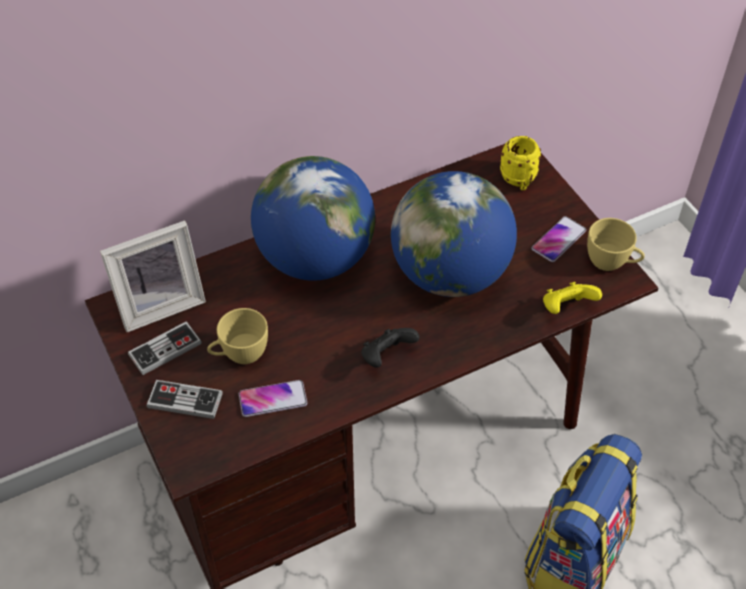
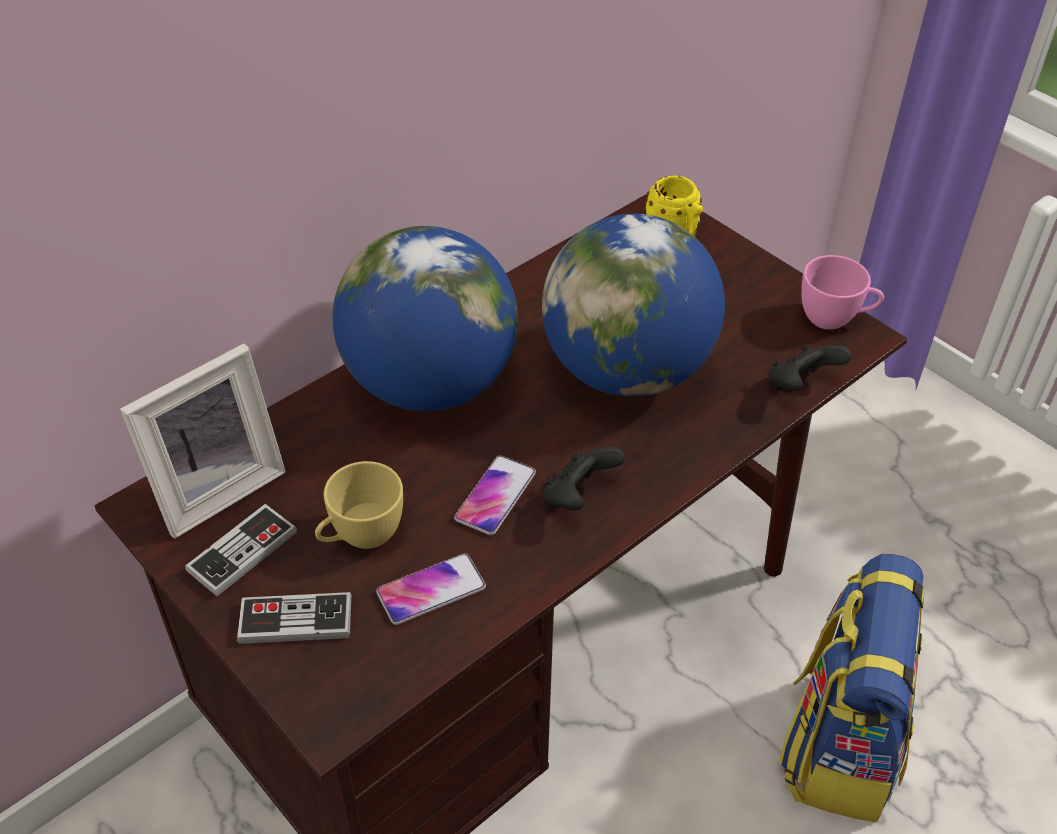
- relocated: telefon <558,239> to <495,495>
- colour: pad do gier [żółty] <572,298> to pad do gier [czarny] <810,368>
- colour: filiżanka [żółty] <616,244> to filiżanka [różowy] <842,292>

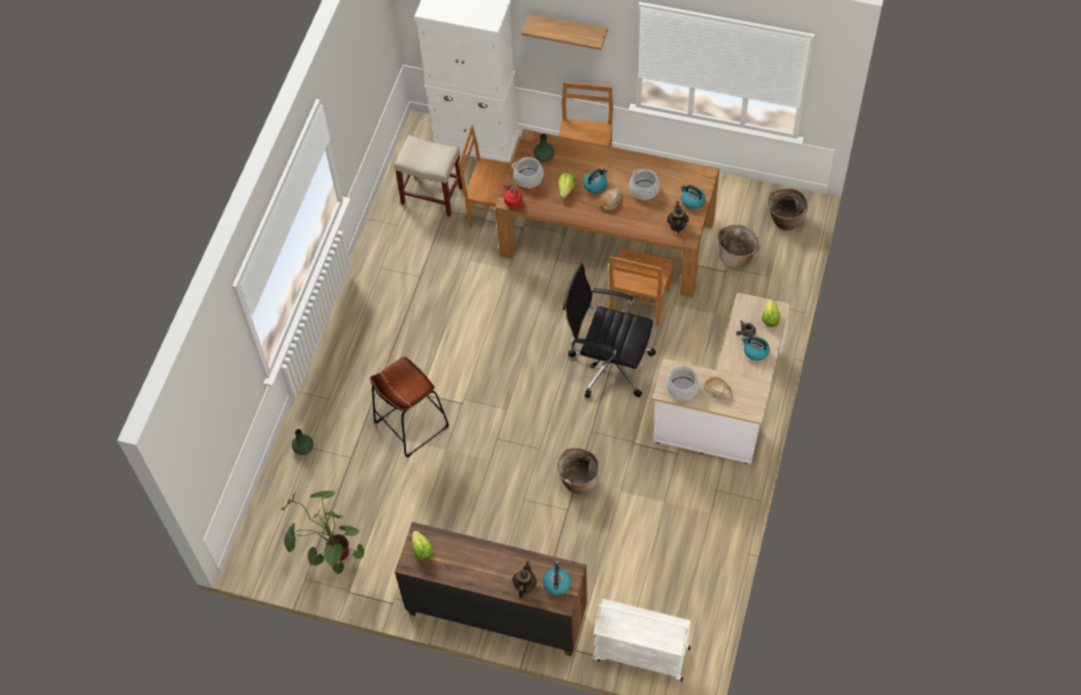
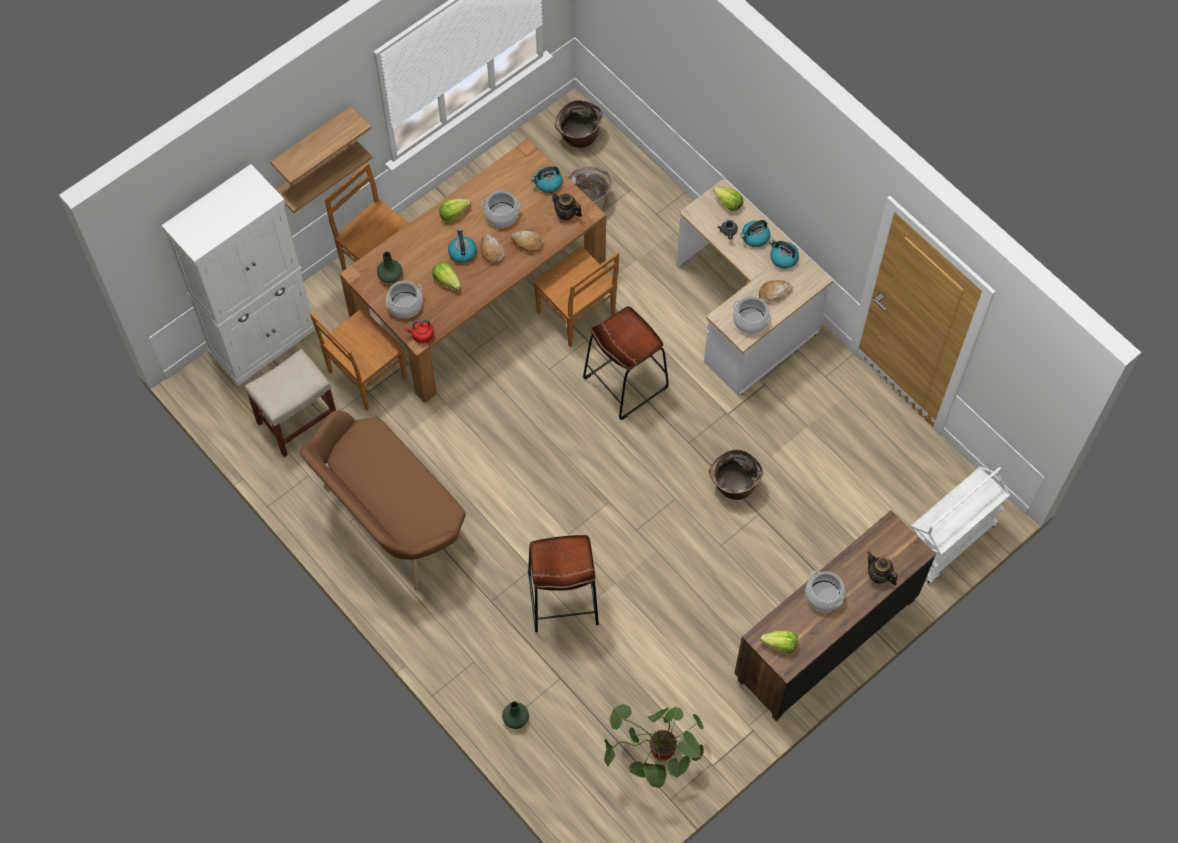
- relocated: czajnik <557,578> to <784,254>
- exchanged: krzesło biurowe [czarny] <609,330> to stołek [brązowy] <626,363>
- appeared: półka <323,176>
- appeared: ławka [brązowy] <387,500>
- appeared: sałata <455,210>
- appeared: chleb <527,241>
- appeared: garnek <825,591>

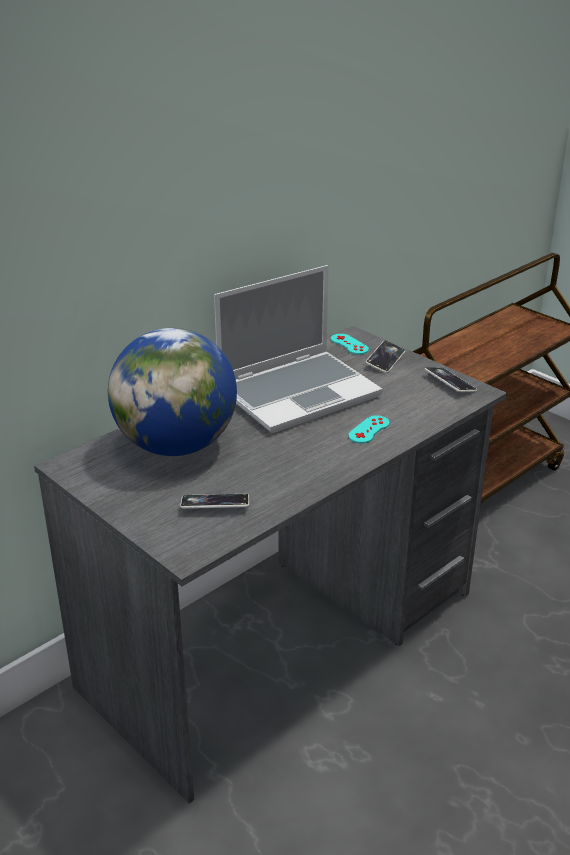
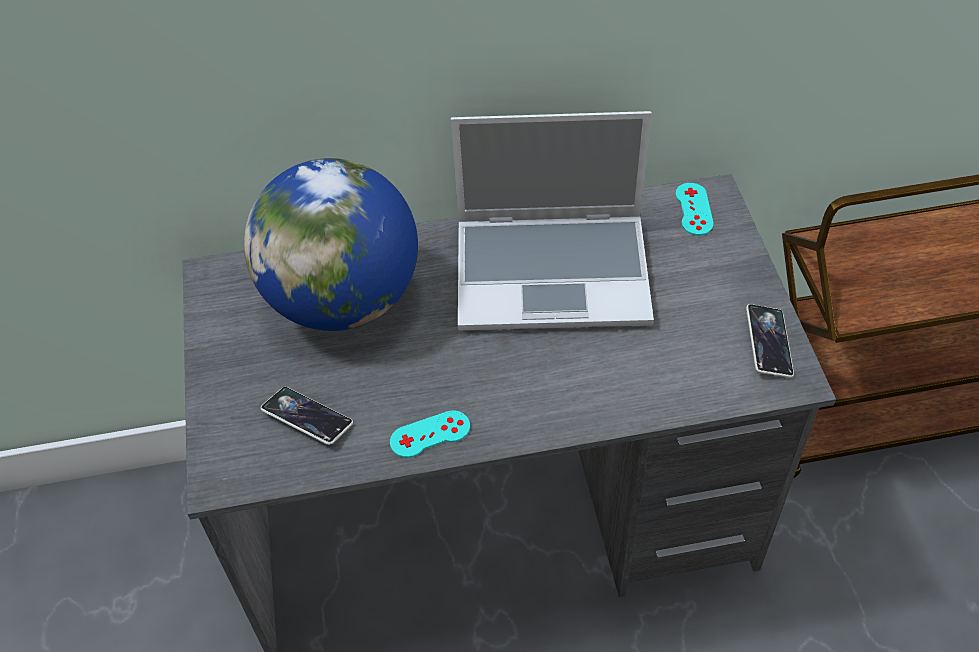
- relocated: pad do gier [turkusowy] <369,429> to <430,434>
- missing: telefon <385,357>

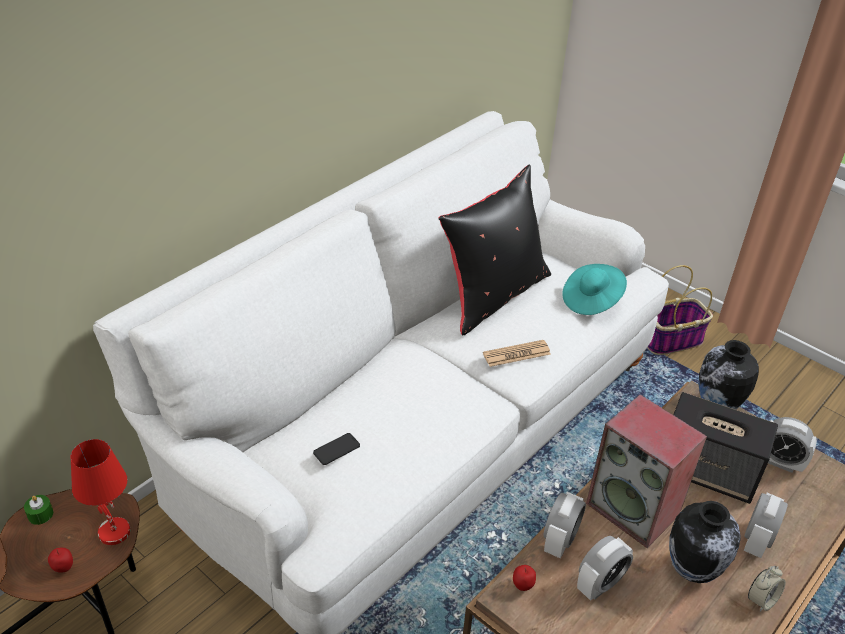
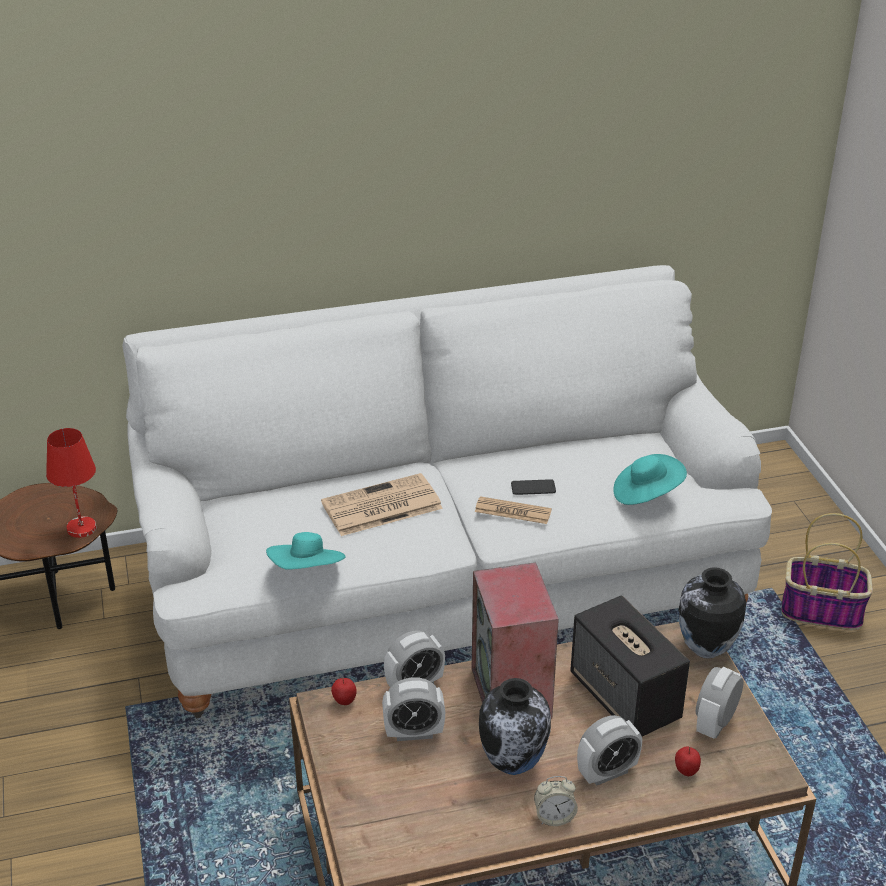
- missing: świeca [zielony] <38,510>
- relocated: jabłko <60,560> to <688,761>
- relocated: telefon <336,449> to <533,487>
- missing: poduszka [czarny] <494,250>
- spun: budzik <792,445> = <720,703> 60 degrees clockwise
- appeared: kapelusz [turkusowy] <305,551>
- appeared: gazeta <382,504>

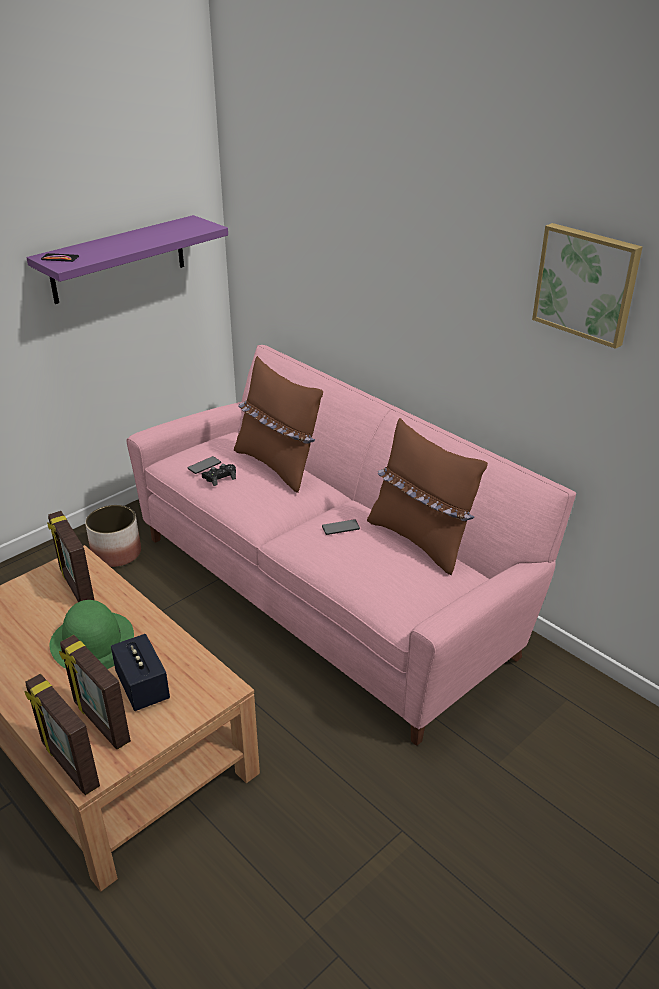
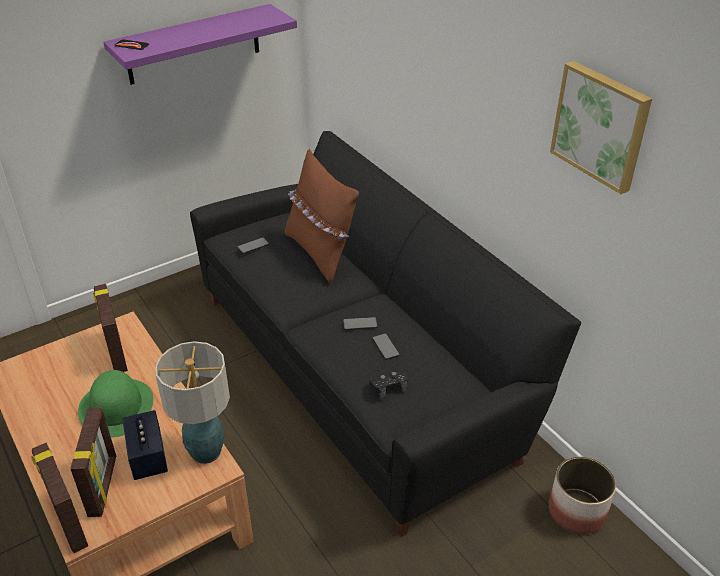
- spun: ramka na zdjęcie <95,692> = <93,462> 150 degrees counterclockwise
- relocated: donica <113,536> to <582,495>
- colour: kanapa [różowy] <351,545> to kanapa [czarny] <385,334>
- relocated: pad do gier [czarny] <219,475> to <388,384>
- missing: poduszka [brązowy] <427,496>
- appeared: lampa stołowa <192,402>
- appeared: telefon <386,346>

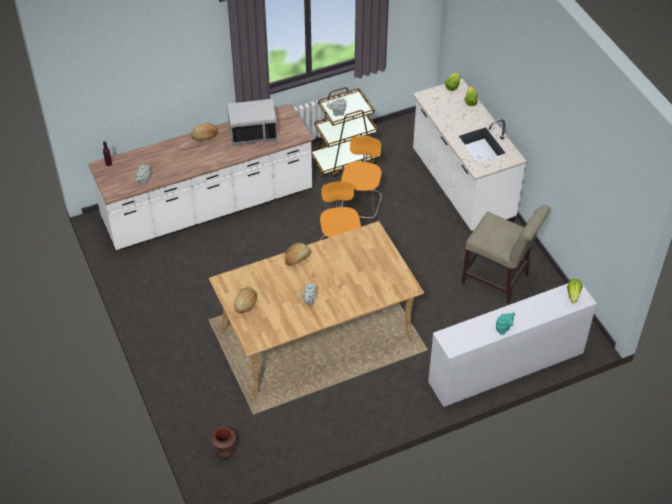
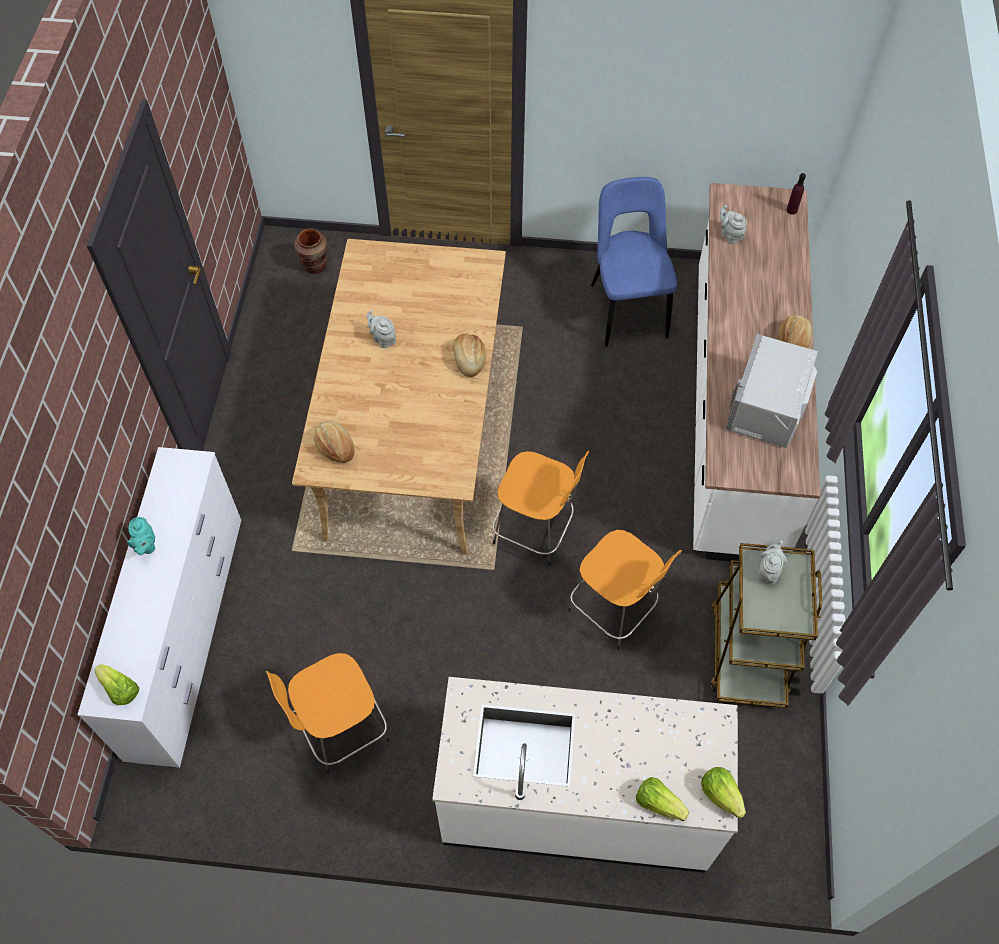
- relocated: chleb <245,300> to <334,442>
- exchanged: krzesło [beżowy] <506,254> to stołek [pomarańczowy] <328,713>
- appeared: krzesło [niebieski] <634,262>

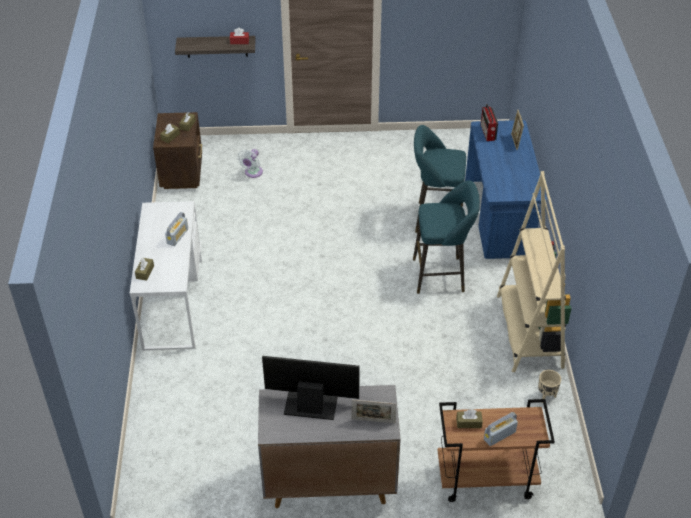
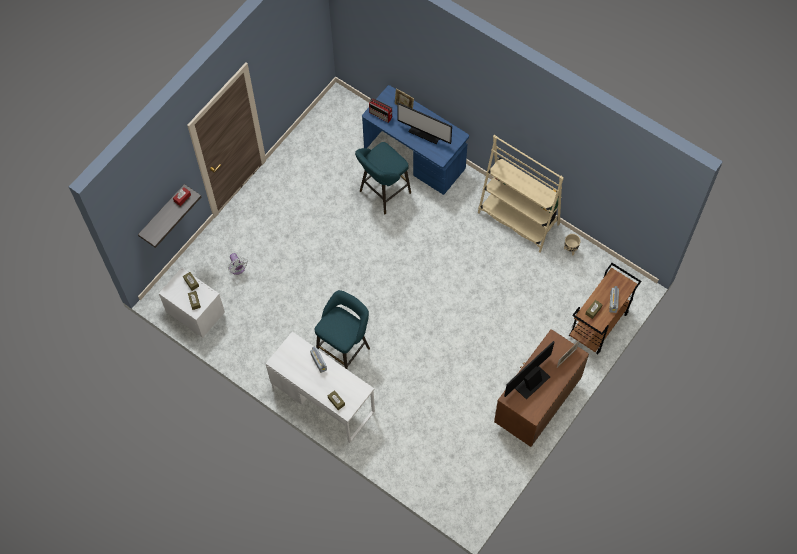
- colour: szafka nocna [brązowy] <177,150> to szafka nocna [biały] <192,303>
- colour: szafka [szary] <329,446> to szafka [brązowy] <541,388>
- relocated: stołek [turkusowy] <446,237> to <342,330>
- appeared: monitor <425,123>

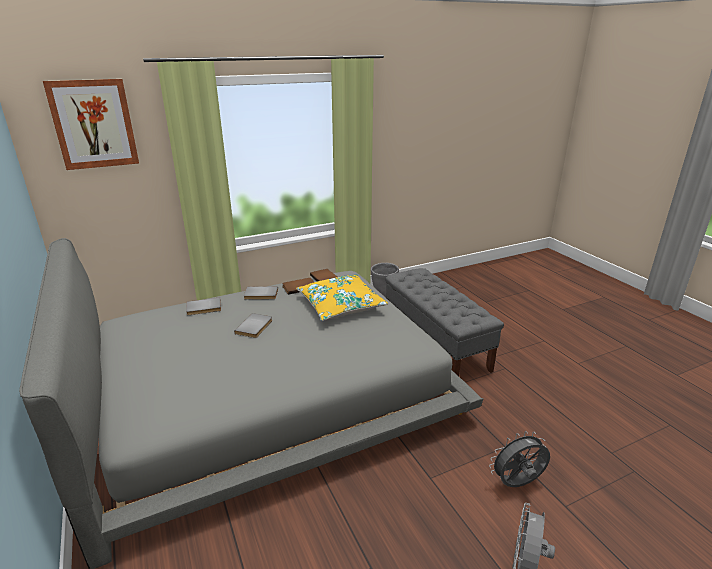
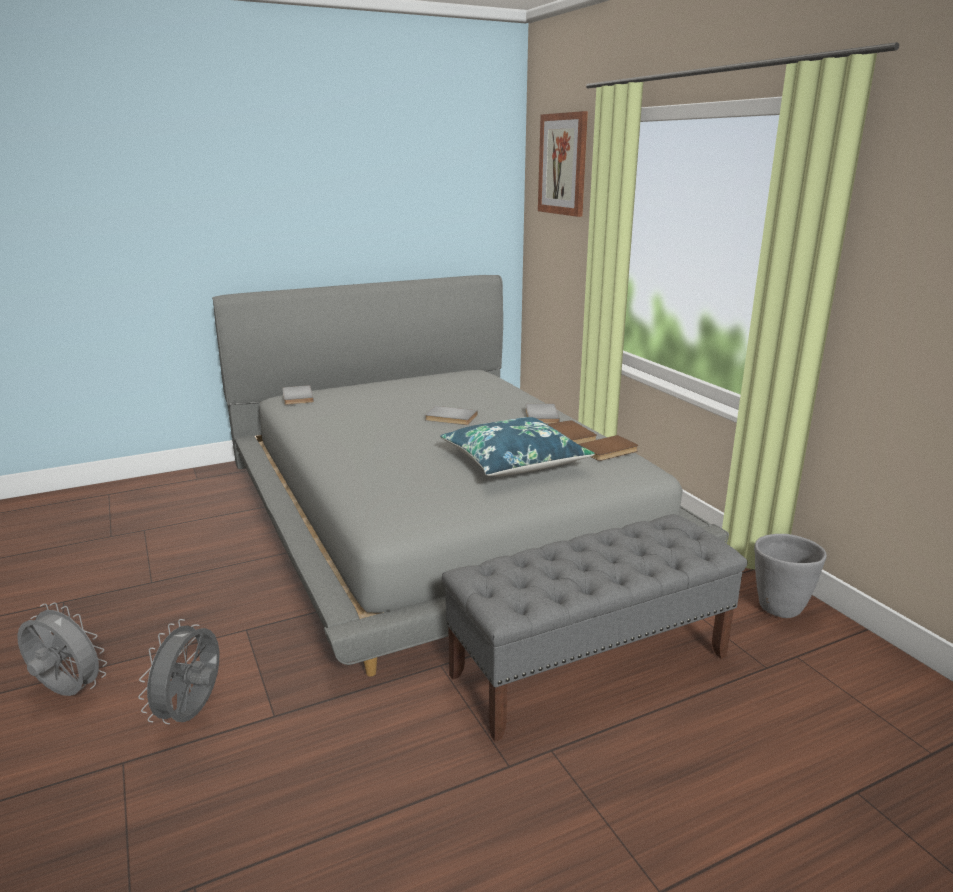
- relocated: książka [szary] <203,306> to <298,395>
- colour: poduszka [żółty] <342,297> to poduszka [niebieski] <517,447>
- spun: wentylator [szary] <519,459> = <178,672> 150 degrees counterclockwise

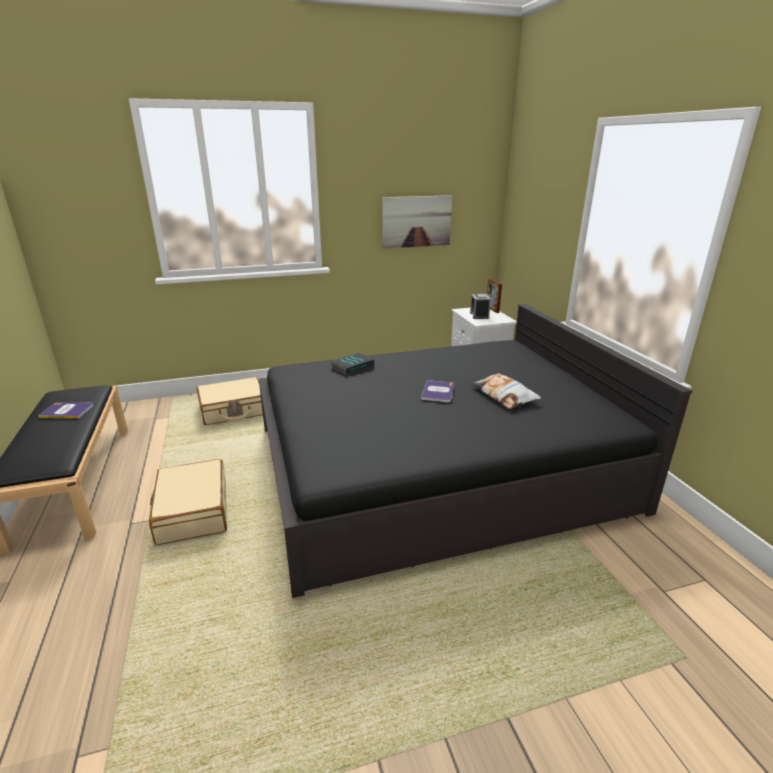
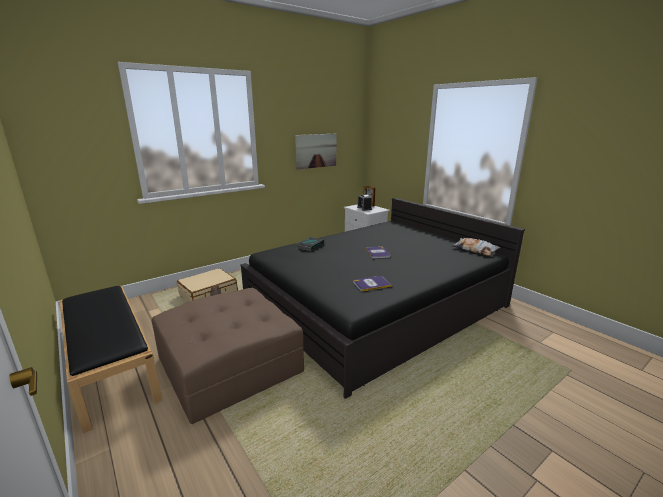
- relocated: książka <65,410> to <372,284>
- exchanged: walizka [beżowy] <188,502> to pufa [brązowy] <228,356>
- relocated: poduszka <506,391> to <476,247>

